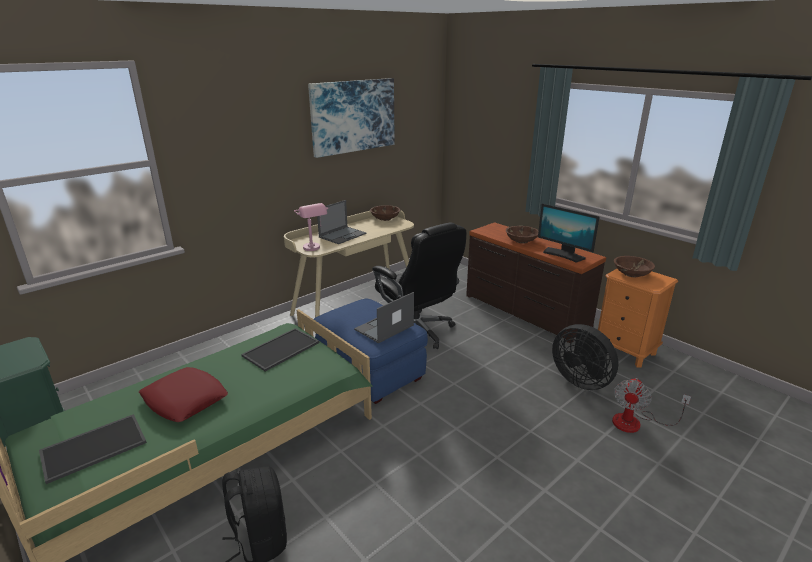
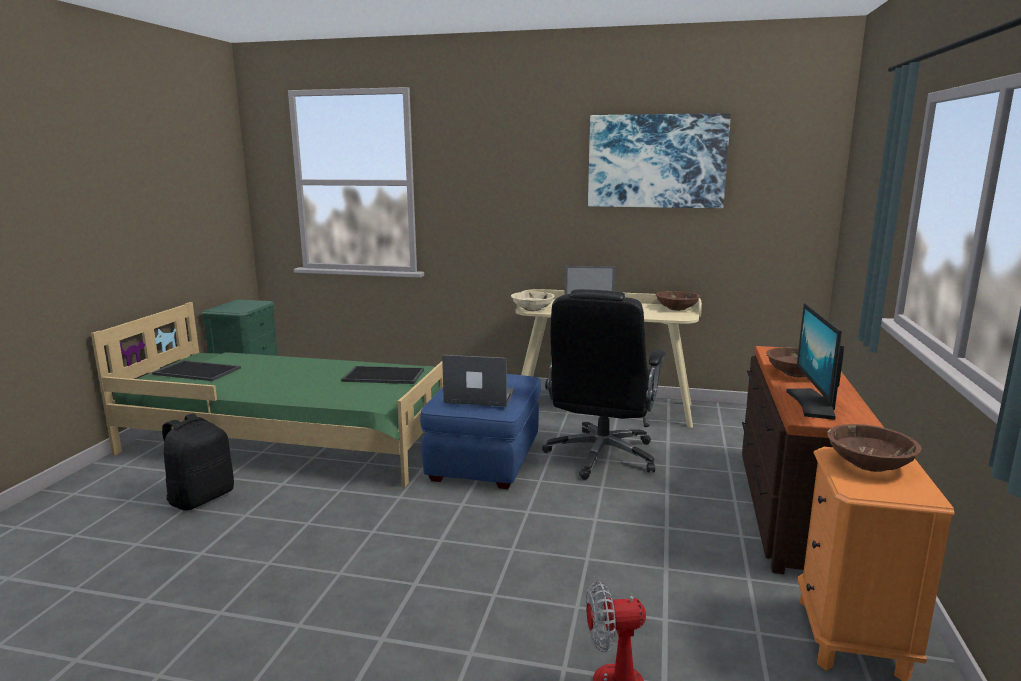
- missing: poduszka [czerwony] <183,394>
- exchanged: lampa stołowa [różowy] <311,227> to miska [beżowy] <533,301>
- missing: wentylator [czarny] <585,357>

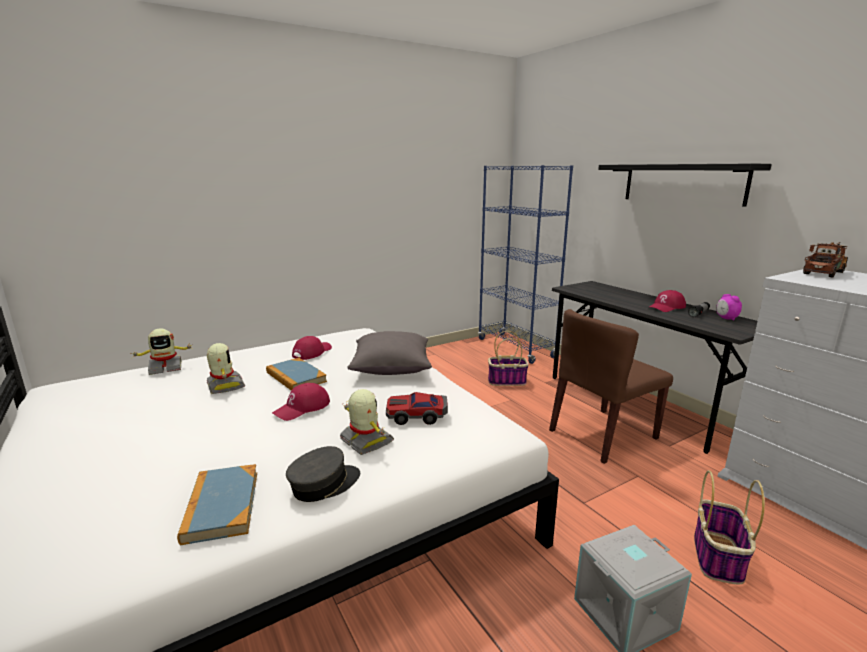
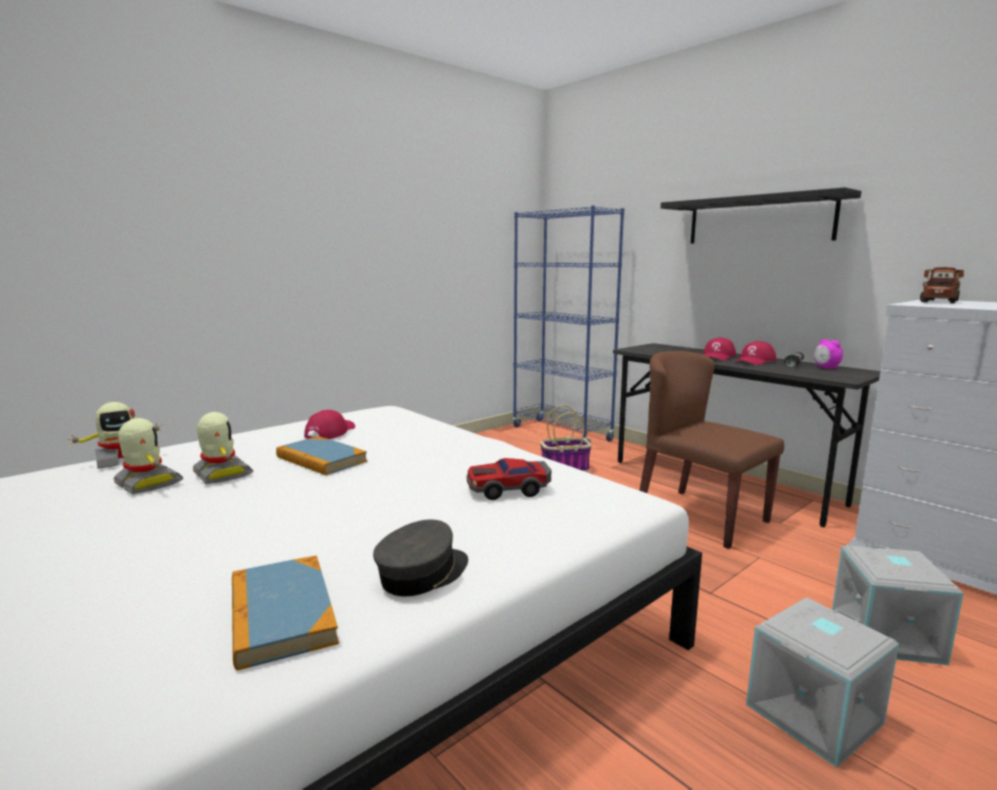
- relocated: czapka z daszkiem [czerwony] <301,402> to <719,349>
- relocated: robot zabawkowy <367,422> to <148,456>
- missing: poduszka [szary] <389,353>
- spun: krzesło [brązowy] <611,386> = <711,450> 90 degrees clockwise
- exchanged: koszyk <729,527> to pojemnik do przechowywania [szary] <898,605>

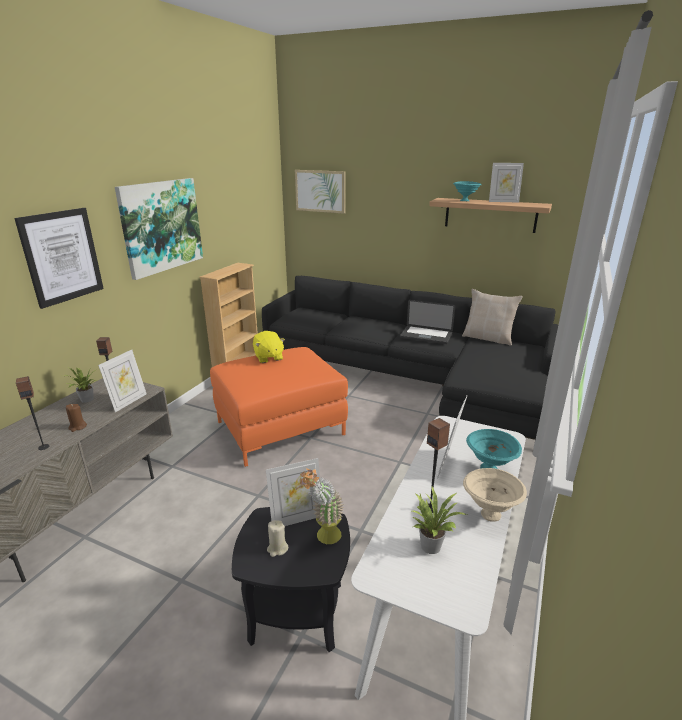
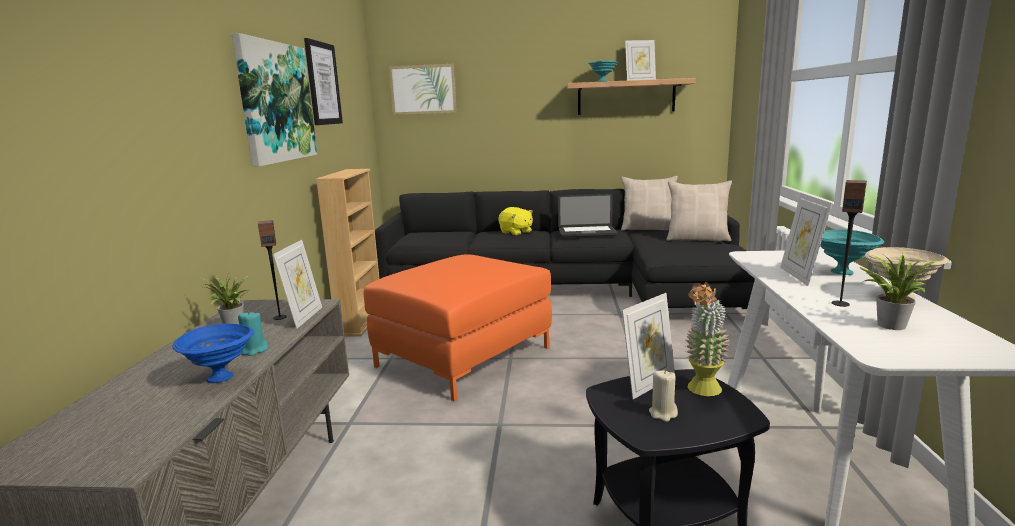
- relocated: obraz <59,258> to <323,81>
- exchanged: głośnik <32,413> to miska [niebieski] <213,353>
- colour: świeca [brązowy] <76,418> to świeca [turkusowy] <253,333>
- relocated: pluszak [żółty] <269,347> to <515,221>
- appeared: poduszka [beżowy] <699,211>

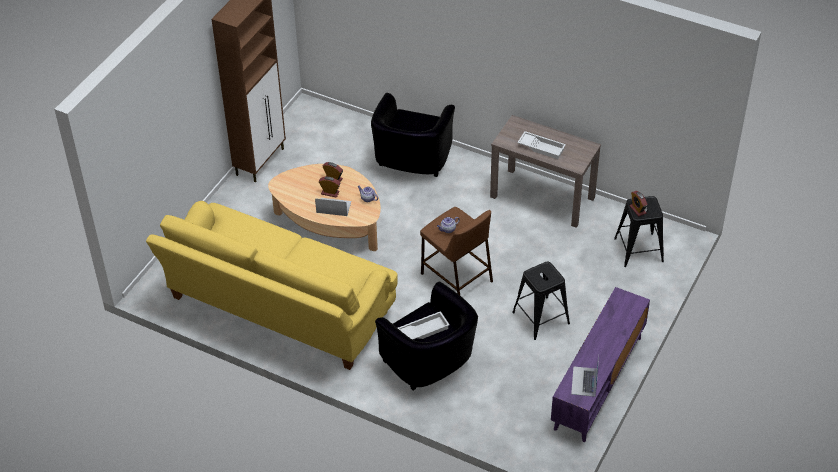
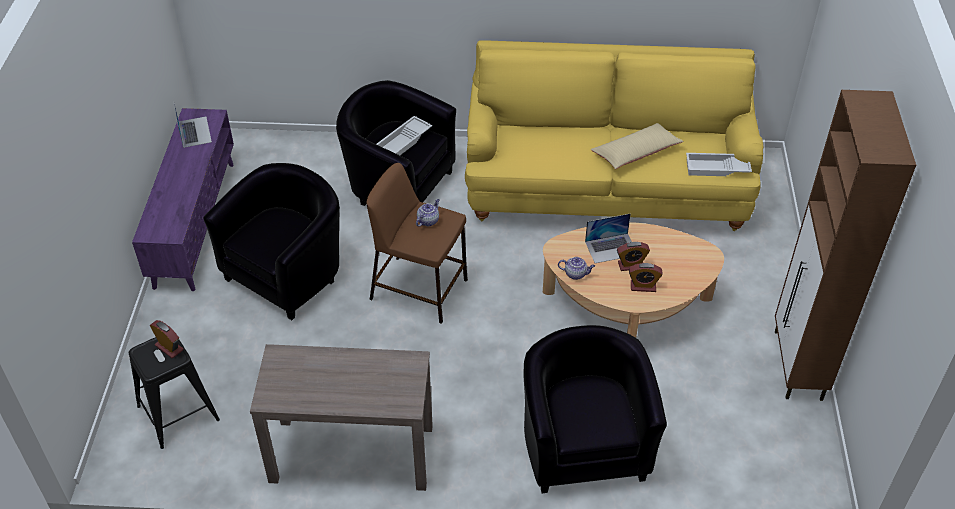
- exchanged: stołek [czarny] <541,300> to fotel [czarny] <271,241>
- relocated: taca [biały] <541,145> to <719,164>
- appeared: poduszka [beżowy] <637,146>

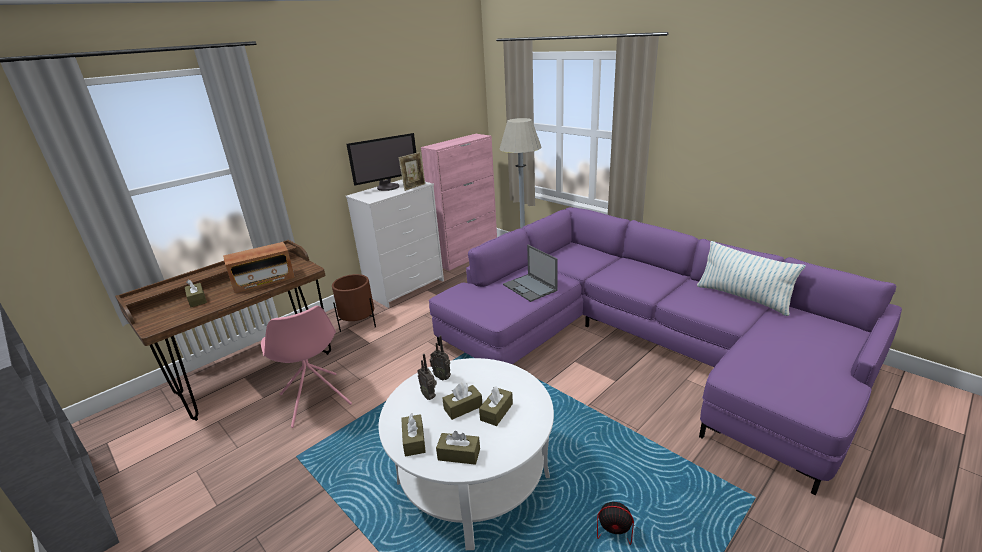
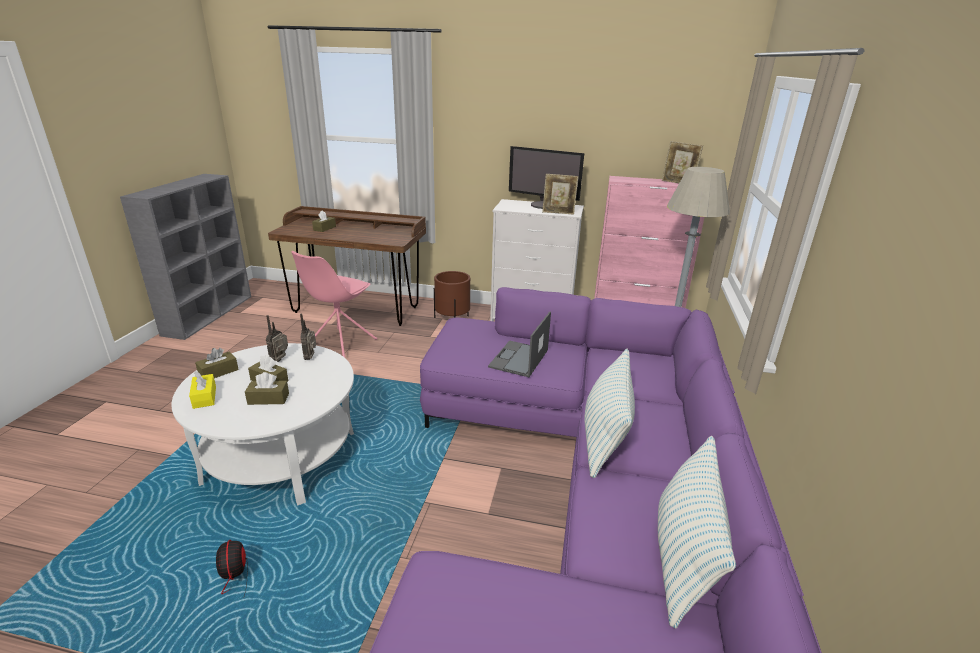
- missing: radio <259,267>
- colour: pudełko chusteczek [brązowy] <458,448> to pudełko chusteczek [żółty] <202,390>
- appeared: poduszka <610,413>
- appeared: ramka na zdjęcie <682,162>

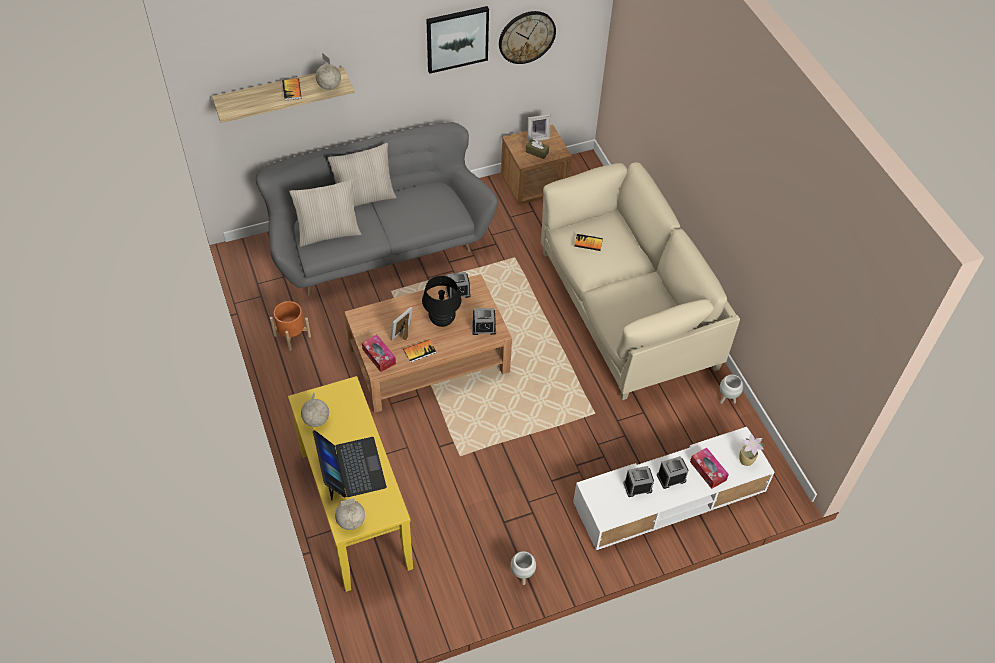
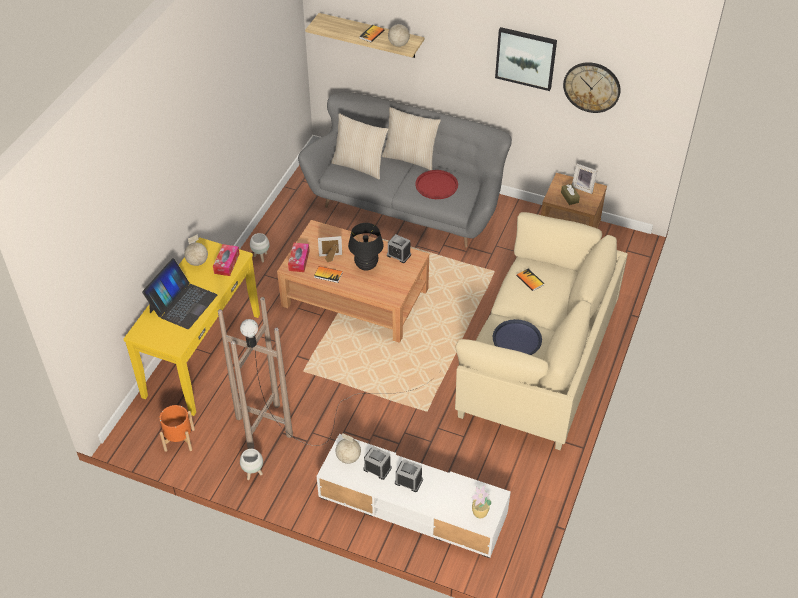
- relocated: donica [pomarańczowy] <290,326> to <177,428>
- relocated: globus <350,514> to <348,448>
- missing: budzik <484,321>
- relocated: pudełko chusteczek <709,468> to <226,260>
- relocated: donica [biały] <731,389> to <260,247>
- appeared: lampa stojąca [brązowy] <328,373>
- appeared: taca [czerwony] <436,184>
- appeared: taca [niebieski] <517,337>

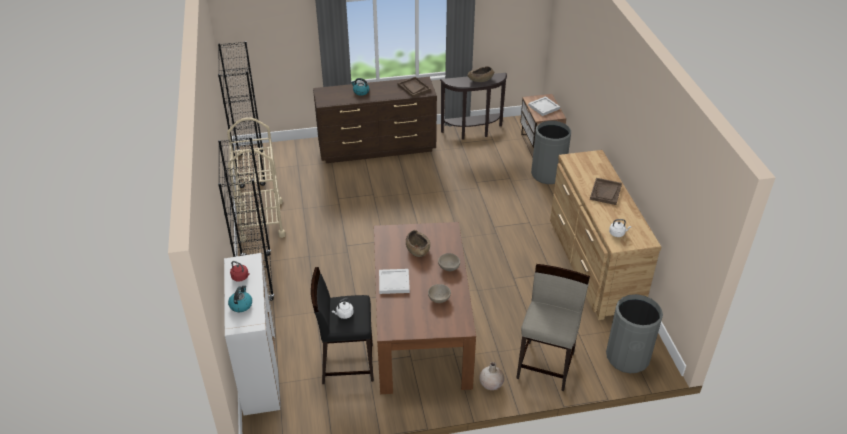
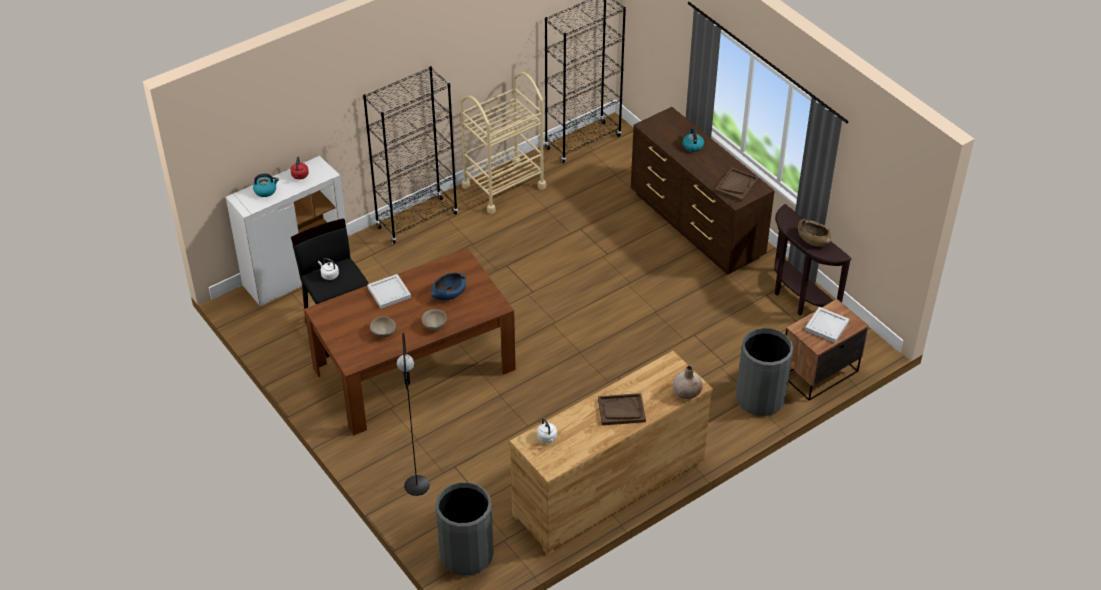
- colour: miska [brązowy] <418,243> to miska [niebieski] <448,287>
- relocated: wazon [beżowy] <491,376> to <688,382>
- exchanged: stołek [beżowy] <553,327> to lampa stojąca [czarny] <413,414>

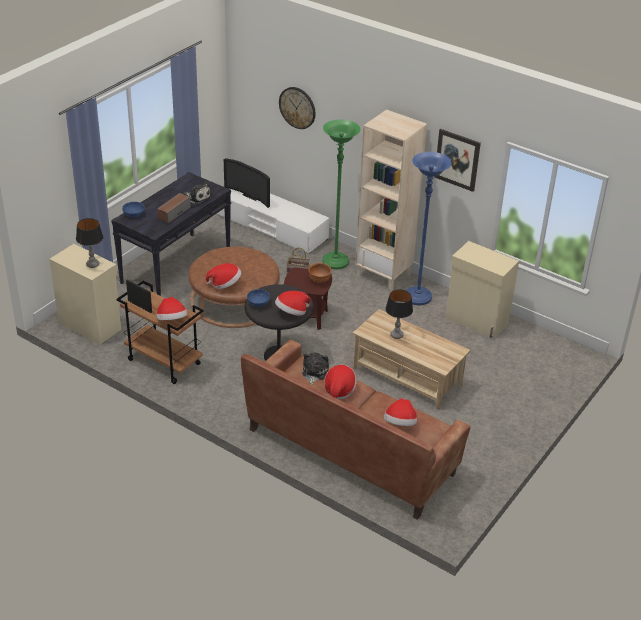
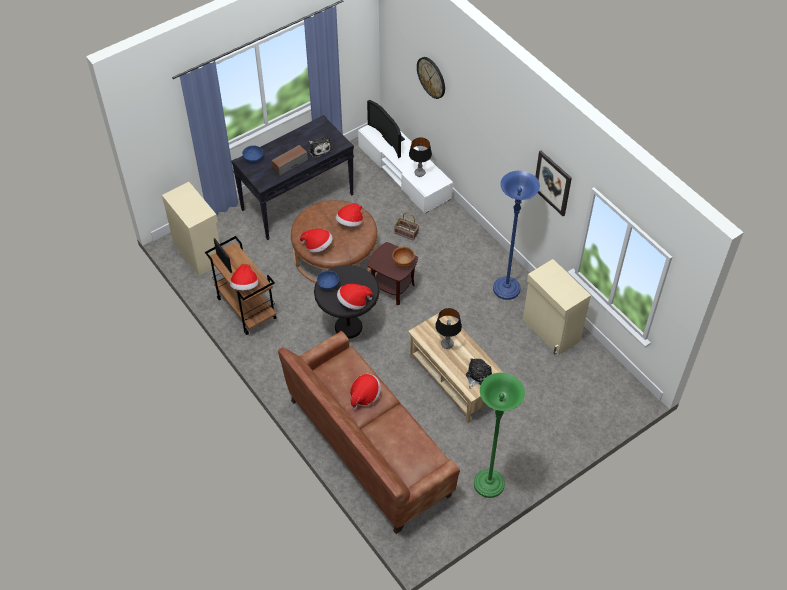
- relocated: lampa stołowa <89,243> to <420,157>
- relocated: pluszak <315,369> to <479,373>
- relocated: lampa stojąca [zielony] <341,194> to <499,435>
- missing: regał [beżowy] <391,200>
- relocated: kapelusz <400,412> to <349,215>

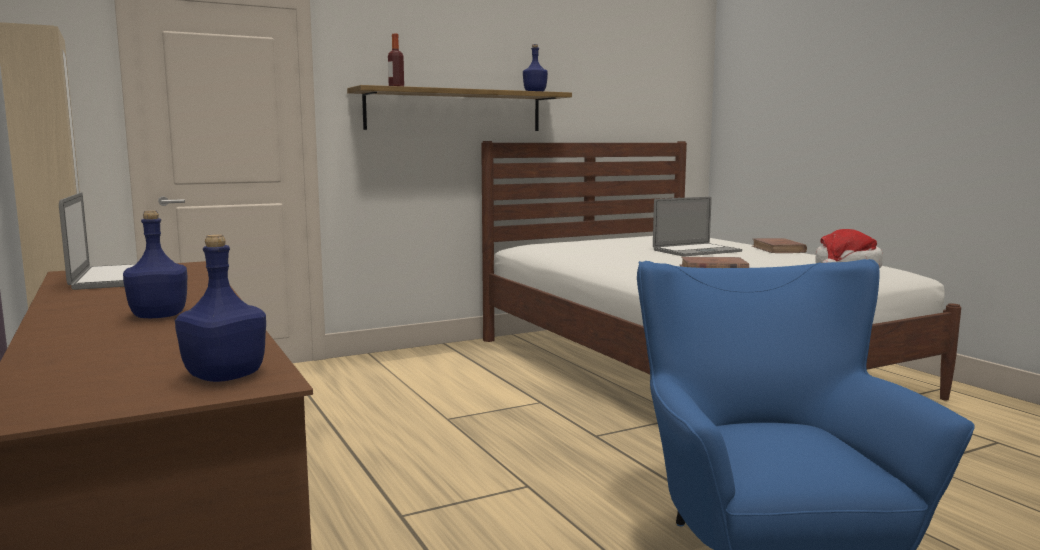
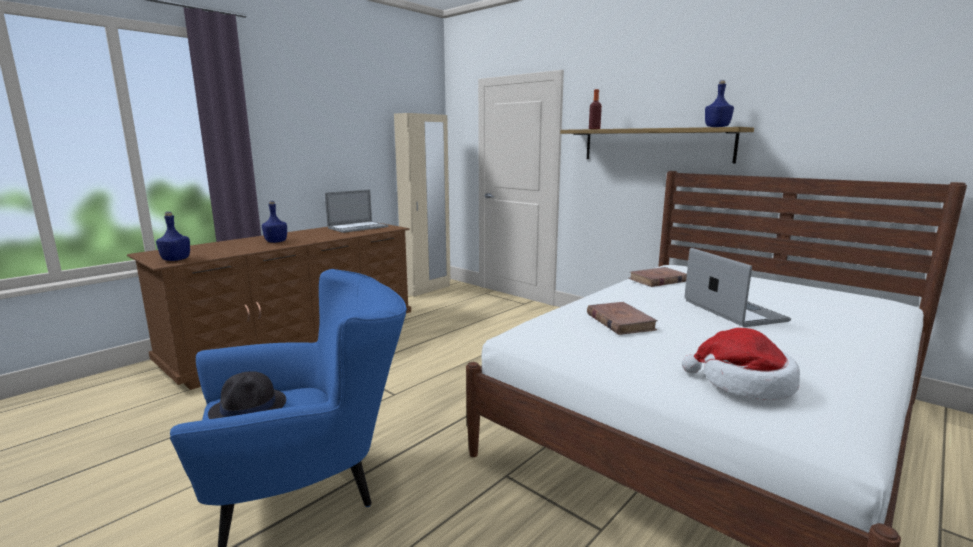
- spun: laptop <697,227> = <737,287> 150 degrees counterclockwise
- relocated: książka [brązowy] <779,245> to <657,277>
- appeared: kapelusz [czarny] <247,395>

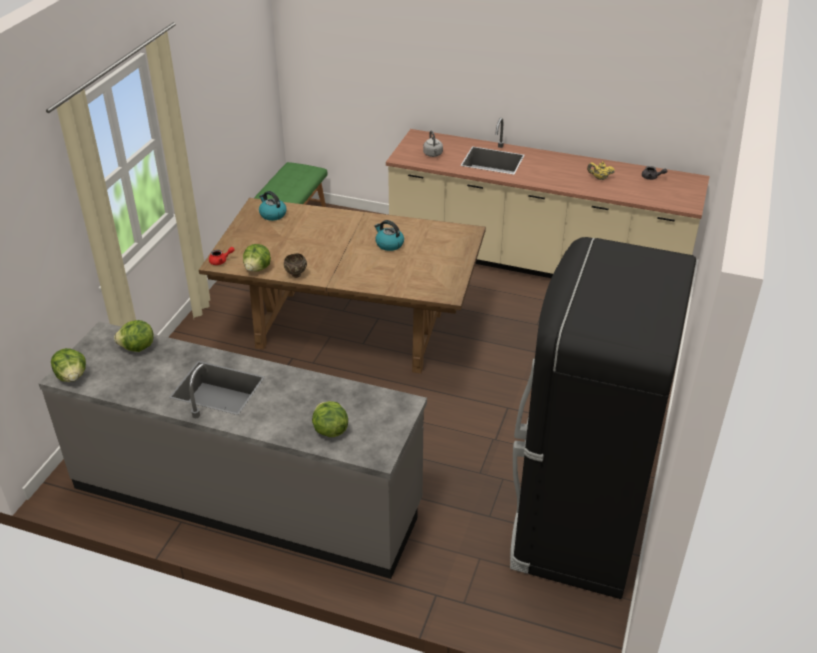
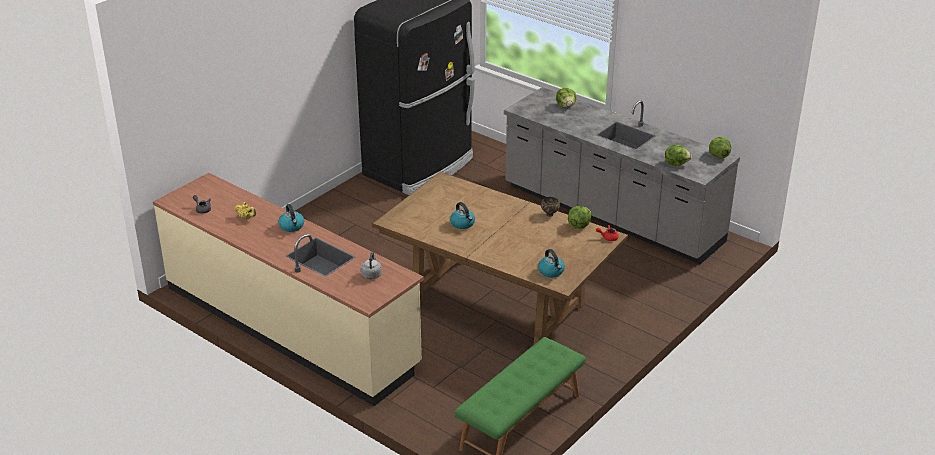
- appeared: czajnik <291,218>

